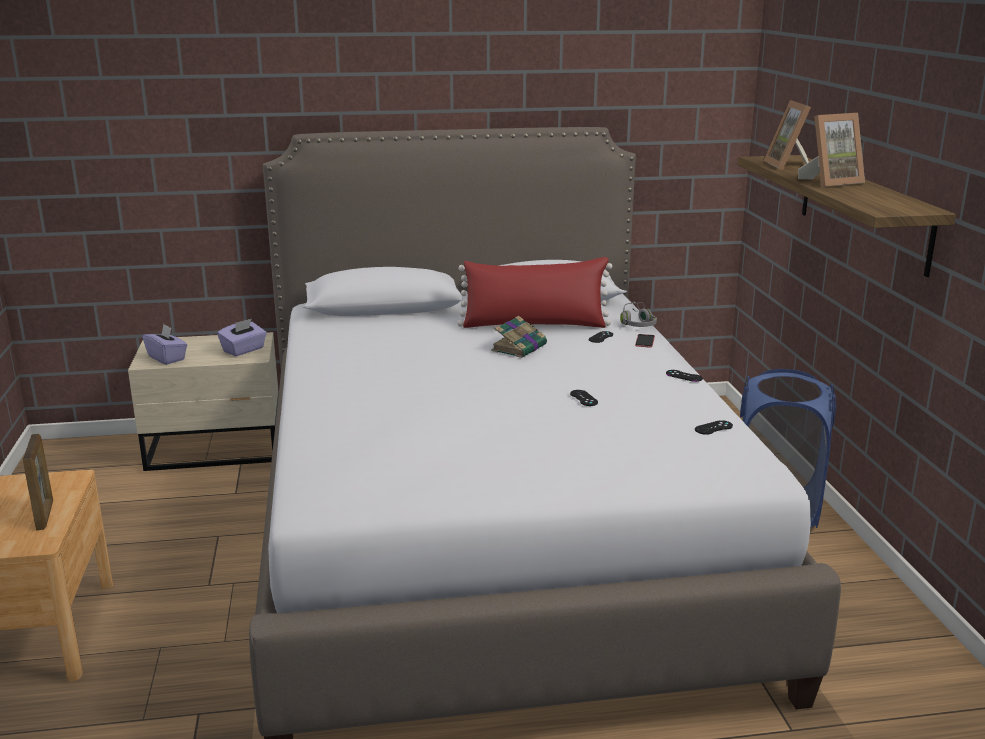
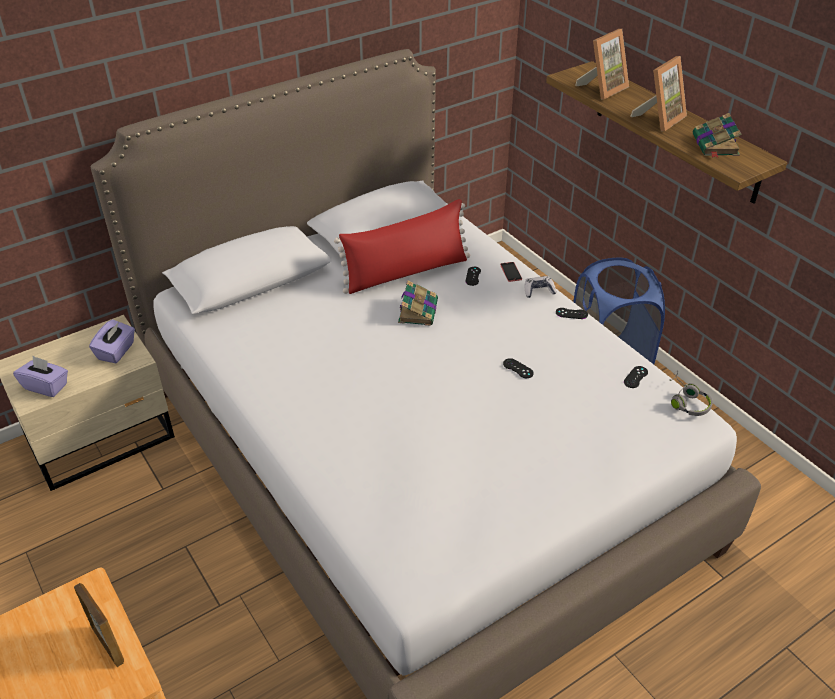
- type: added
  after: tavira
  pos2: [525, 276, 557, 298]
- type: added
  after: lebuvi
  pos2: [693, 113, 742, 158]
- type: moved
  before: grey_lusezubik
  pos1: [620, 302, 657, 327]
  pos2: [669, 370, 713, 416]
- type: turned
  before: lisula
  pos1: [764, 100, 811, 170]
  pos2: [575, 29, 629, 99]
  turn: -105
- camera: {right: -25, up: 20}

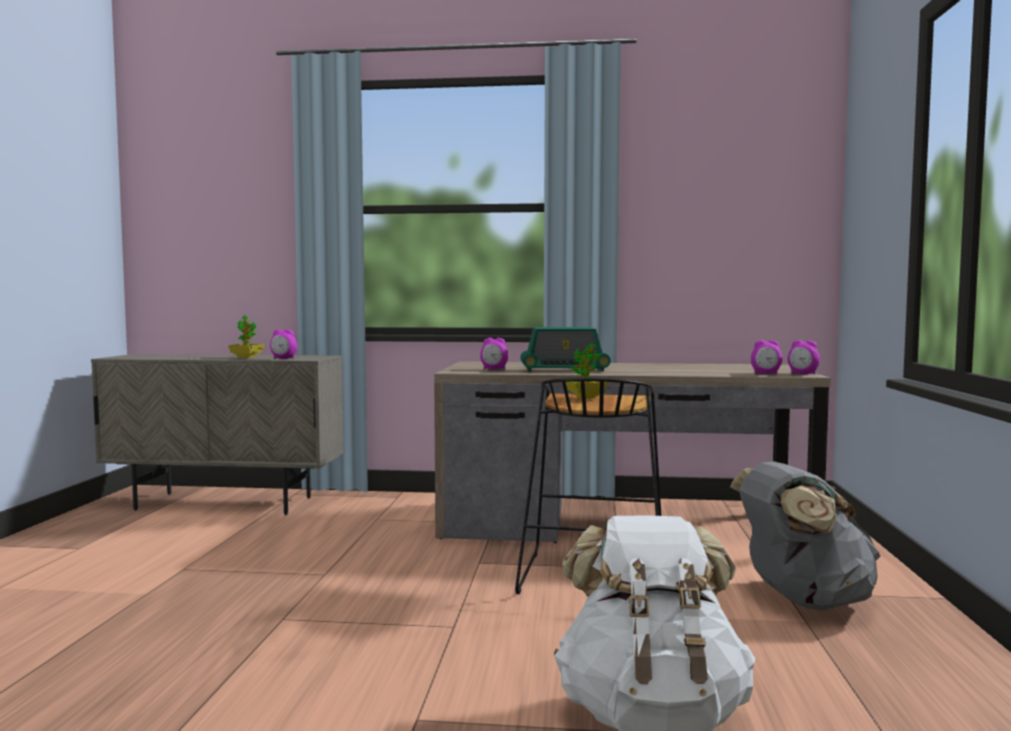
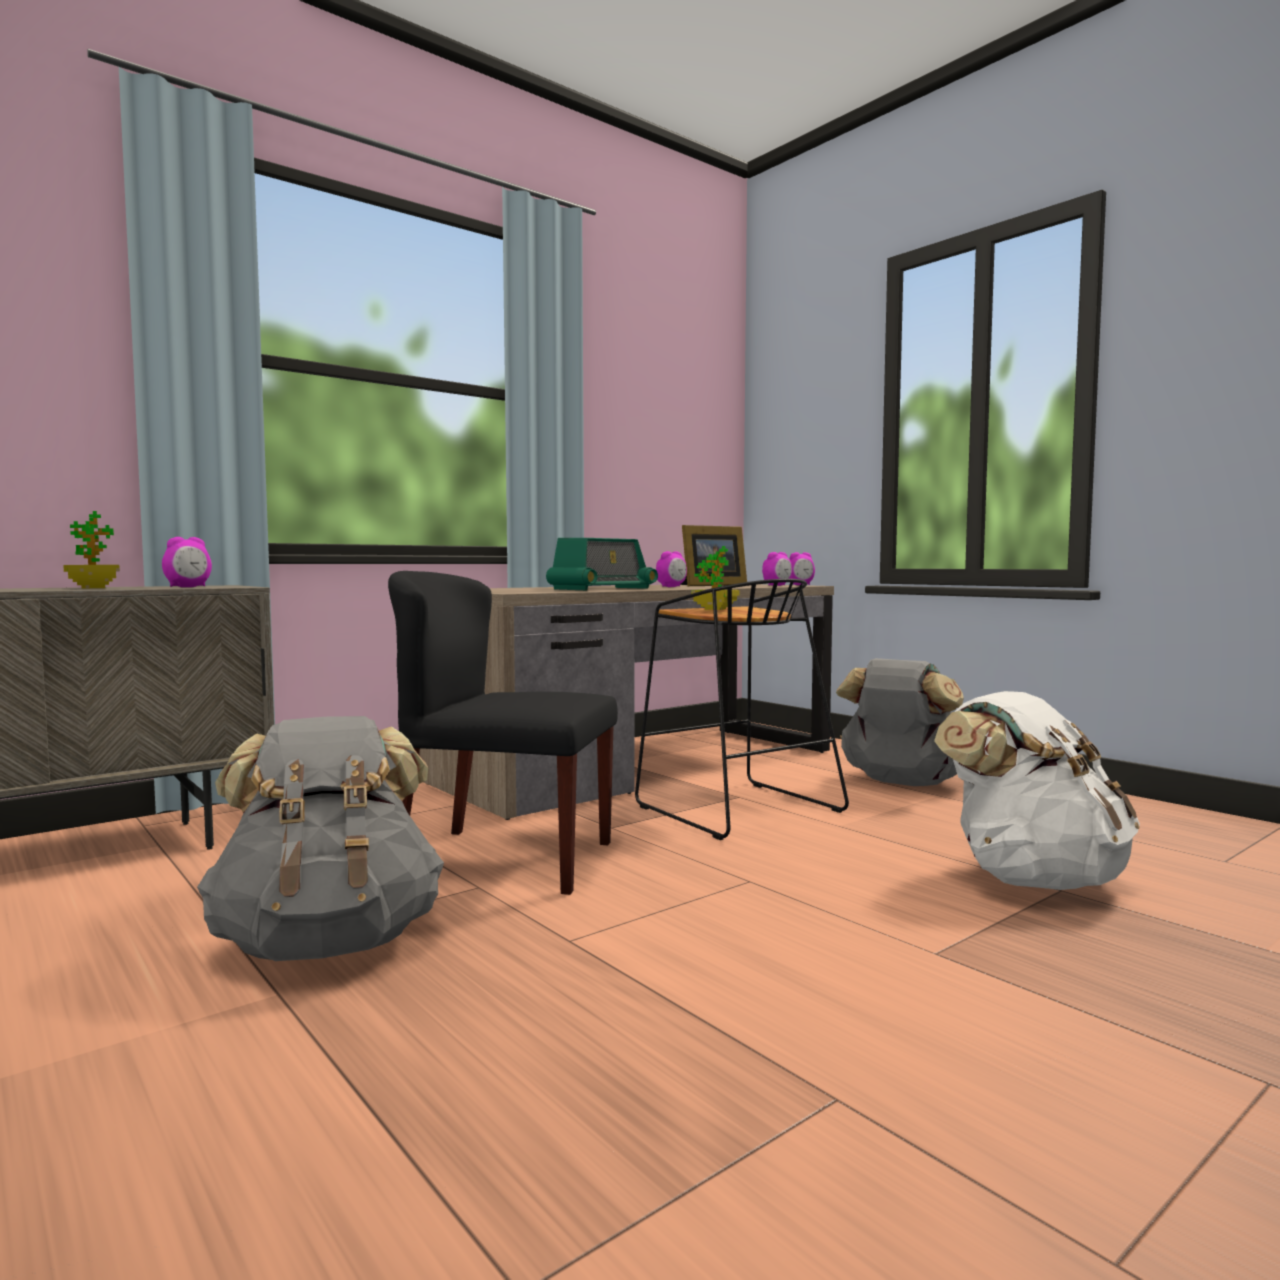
- type: added
  after: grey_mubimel
  pos2: [197, 716, 444, 961]
- type: added
  after: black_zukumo
  pos2: [388, 571, 618, 895]
- type: added
  after: lisula
  pos2: [680, 525, 747, 586]
- type: moved
  before: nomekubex
  pos1: [480, 338, 508, 369]
  pos2: [656, 551, 687, 587]
- camera: {right: -45, up: 0}

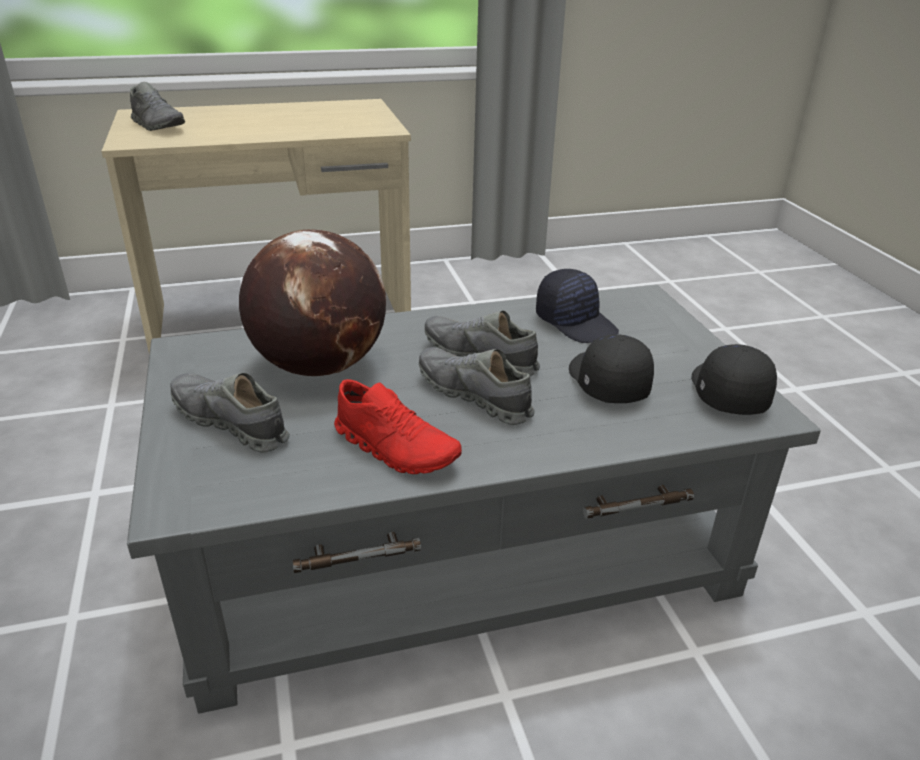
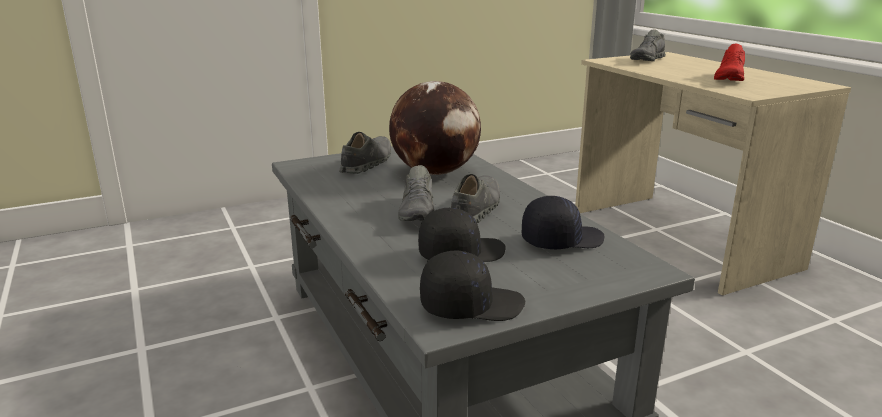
- type: moved
  before: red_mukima
  pos1: [334, 379, 462, 474]
  pos2: [714, 43, 745, 81]
- type: turned
  before: grey_mukima
  pos1: [419, 347, 535, 425]
  pos2: [398, 165, 435, 221]
  turn: 150
- type: turned
  before: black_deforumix
  pos1: [536, 269, 619, 343]
  pos2: [522, 196, 604, 249]
  turn: -150
- camera: {right: 80, up: -10}

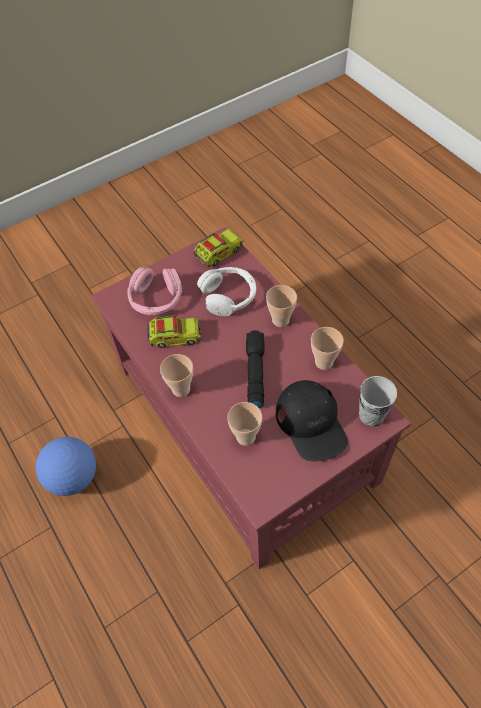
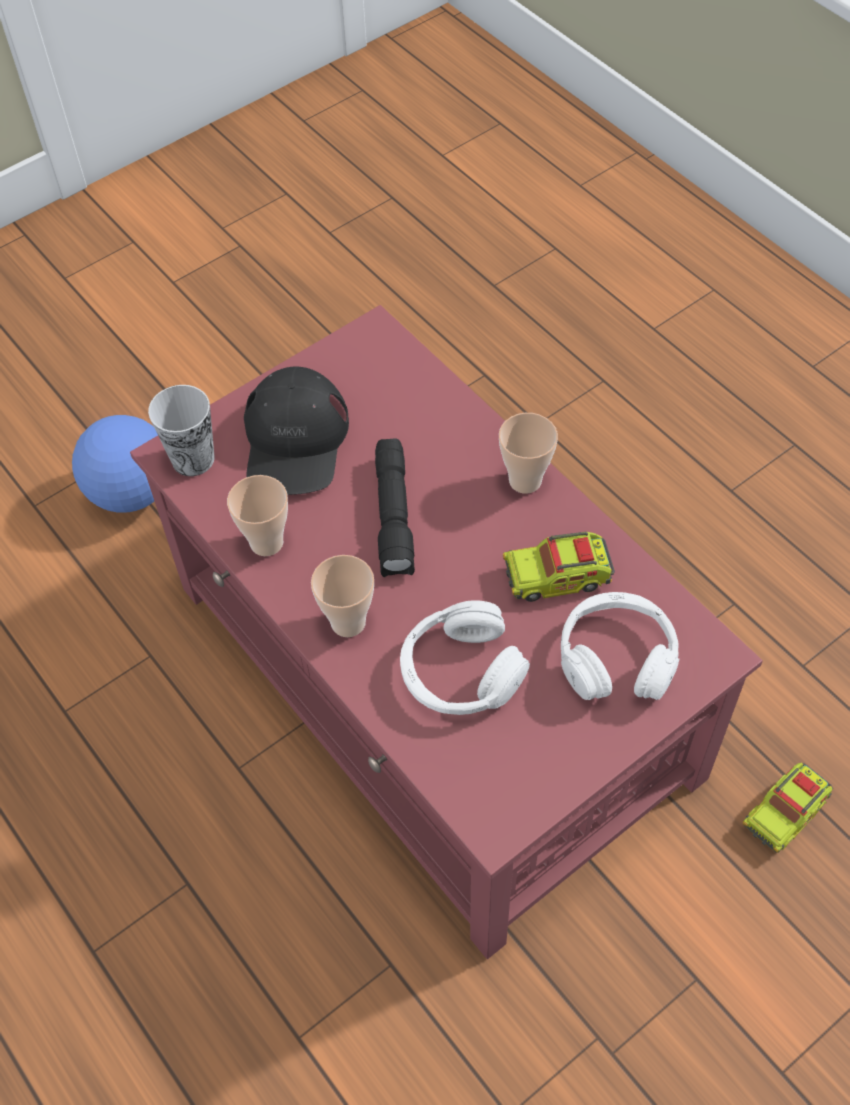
- type: removed
  before: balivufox
  pos1: [227, 402, 262, 446]
- type: moved
  before: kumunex
  pos1: [36, 437, 96, 496]
  pos2: [72, 415, 158, 512]
- type: moved
  before: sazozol
  pos1: [194, 229, 243, 267]
  pos2: [743, 763, 833, 853]
- type: recoloured
  before: pink_lusezubik
  after: white_lusezubik
  pos1: [127, 267, 183, 315]
  pos2: [561, 592, 679, 700]
- type: turned
  before: black_deforumix
  pos1: [276, 380, 348, 461]
  pos2: [244, 367, 349, 495]
  turn: -150
- camera: {right: 175, up: 0}

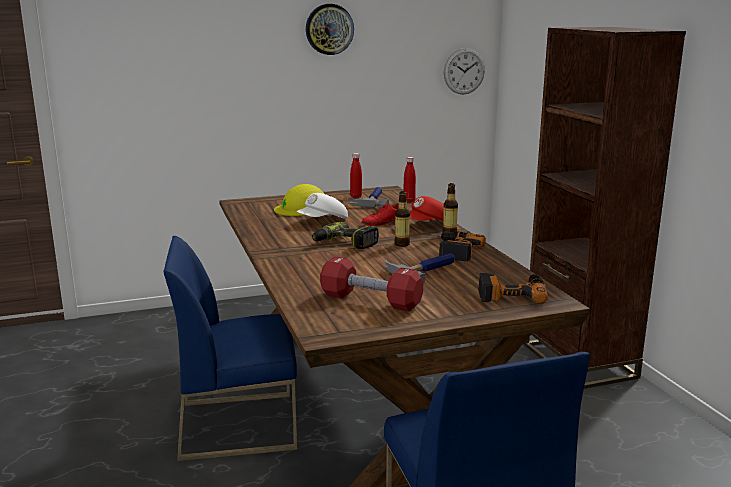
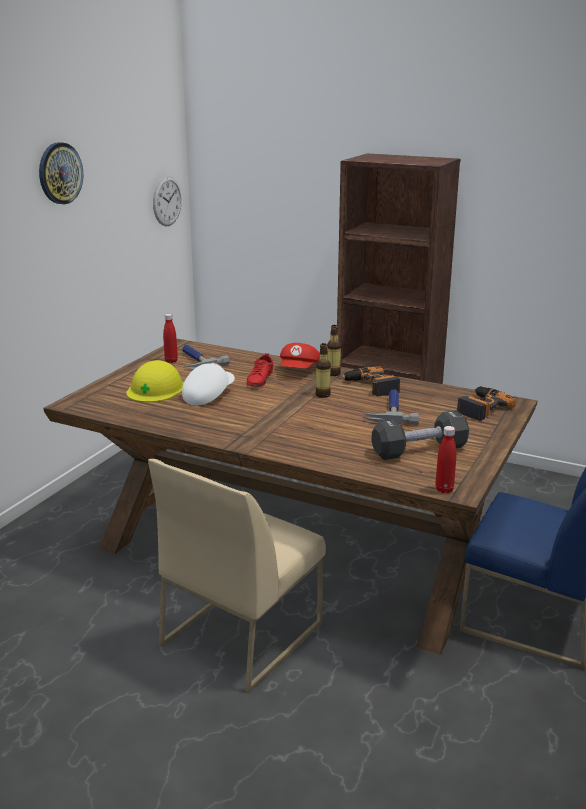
- type: removed
  before: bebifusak
  pos1: [312, 222, 379, 249]
- type: moved
  before: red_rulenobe
  pos1: [403, 157, 416, 203]
  pos2: [435, 426, 456, 493]
- type: recoloured
  before: blue_zukumo
  after: beige_zukumo
  pos1: [163, 236, 297, 461]
  pos2: [148, 459, 326, 693]
- type: recoloured
  before: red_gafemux
  after: black_gafemux
  pos1: [320, 256, 423, 312]
  pos2: [372, 410, 469, 460]
- type: turned
  before: white_deforumix
  pos1: [296, 193, 348, 219]
  pos2: [182, 362, 235, 406]
  turn: -150
- camera: {right: -45, up: 5}

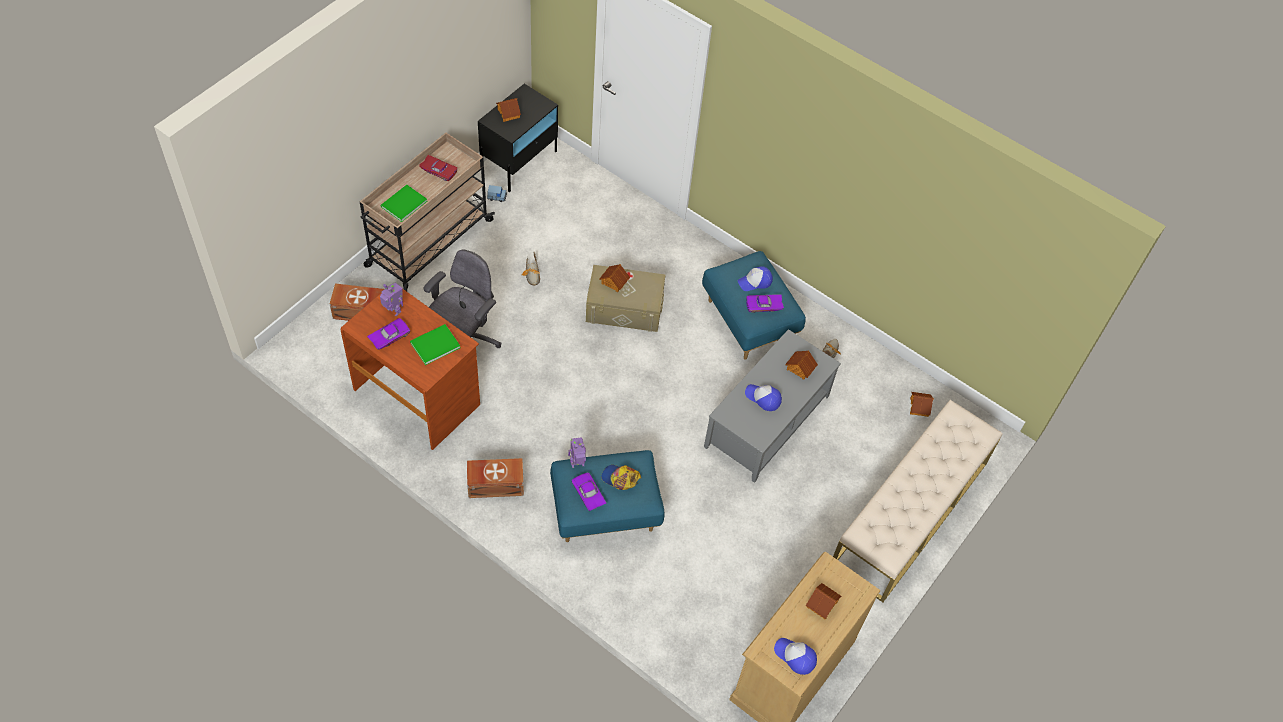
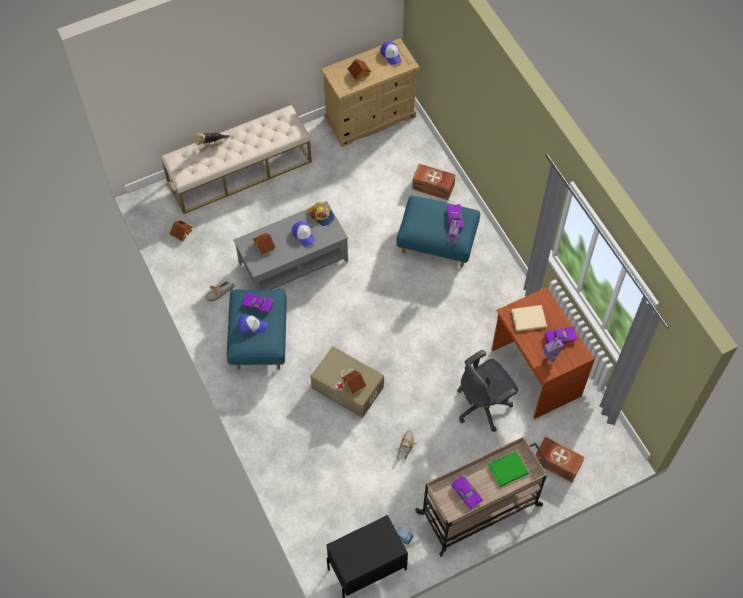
- type: removed
  before: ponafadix
  pos1: [496, 98, 521, 122]
- type: added
  after: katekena
  pos2: [194, 133, 230, 152]
- type: moved
  before: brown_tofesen
  pos1: [467, 458, 524, 498]
  pos2: [412, 164, 455, 200]
- type: moved
  before: deforumix
  pos1: [601, 465, 641, 490]
  pos2: [308, 202, 335, 226]
- type: recoloured
  before: green_lebuvi
  after: beige_lebuvi
  pos1: [410, 324, 460, 365]
  pos2: [511, 305, 547, 332]
- type: recoloured
  before: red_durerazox
  after: purple_durerazox
  pos1: [419, 155, 458, 181]
  pos2: [451, 476, 483, 509]
- camera: {right: -150, up: 5}

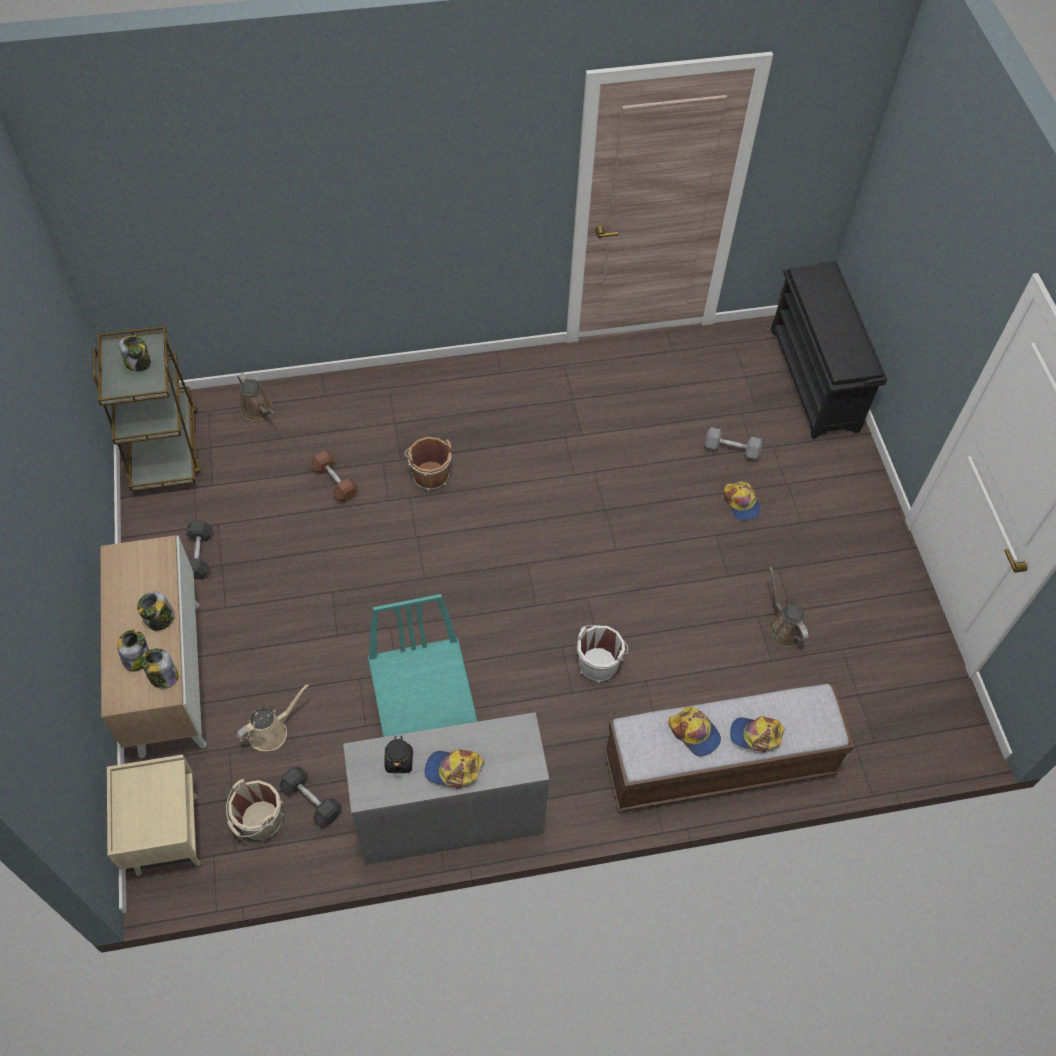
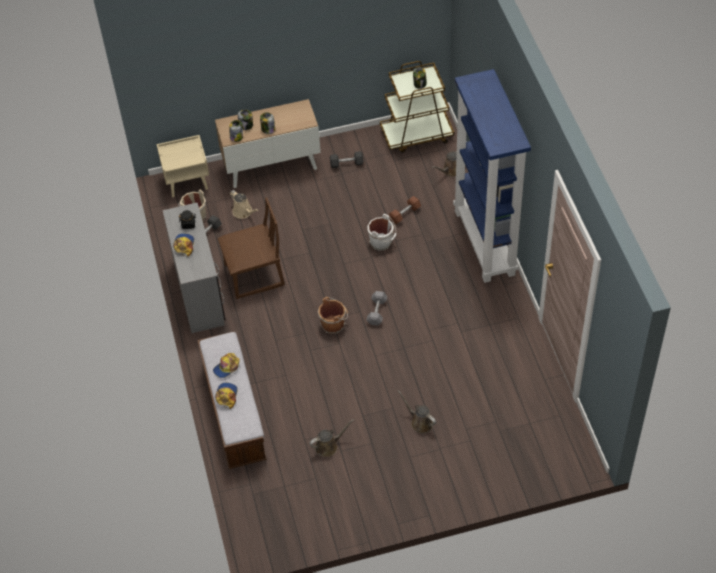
- type: removed
  before: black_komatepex
  pos1: [771, 261, 887, 439]
- type: added
  after: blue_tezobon
  pos2: [453, 69, 531, 283]
- type: moved
  before: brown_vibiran
  pos1: [405, 437, 451, 491]
  pos2: [317, 297, 348, 334]
- type: moved
  before: white_vibiran
  pos1: [577, 625, 628, 683]
  pos2: [367, 214, 397, 251]
- type: moved
  before: grey_gafemux
  pos1: [705, 427, 762, 460]
  pos2: [367, 291, 387, 326]
- type: replaced
  before: deforumix
  after: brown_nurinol
  pos1: [724, 482, 760, 521]
  pos2: [398, 390, 436, 434]
- type: recoloured
  before: turquoise_zukumo
  after: brown_zukumo
  pos1: [368, 594, 477, 737]
  pos2: [217, 197, 285, 299]
- camera: {right: 90, up: -5}

